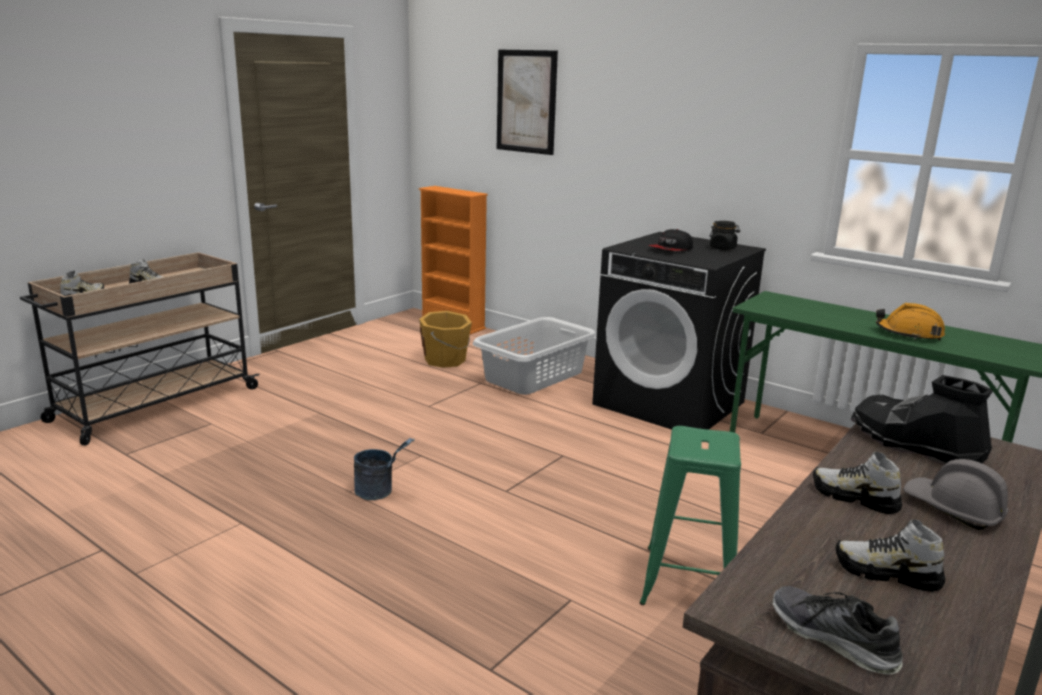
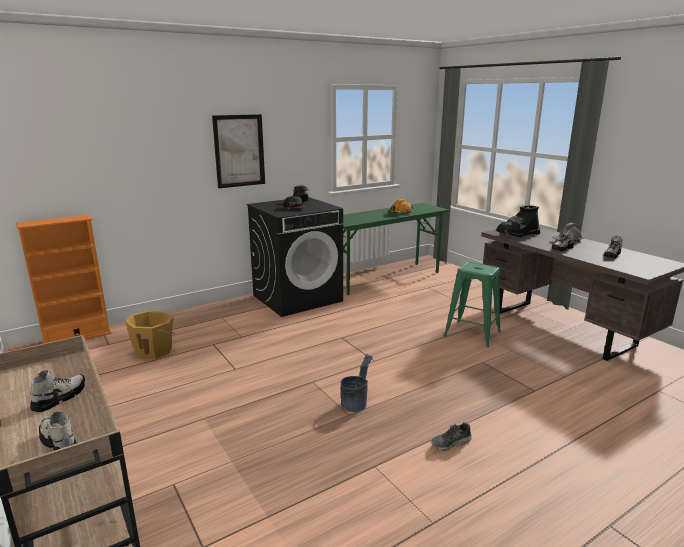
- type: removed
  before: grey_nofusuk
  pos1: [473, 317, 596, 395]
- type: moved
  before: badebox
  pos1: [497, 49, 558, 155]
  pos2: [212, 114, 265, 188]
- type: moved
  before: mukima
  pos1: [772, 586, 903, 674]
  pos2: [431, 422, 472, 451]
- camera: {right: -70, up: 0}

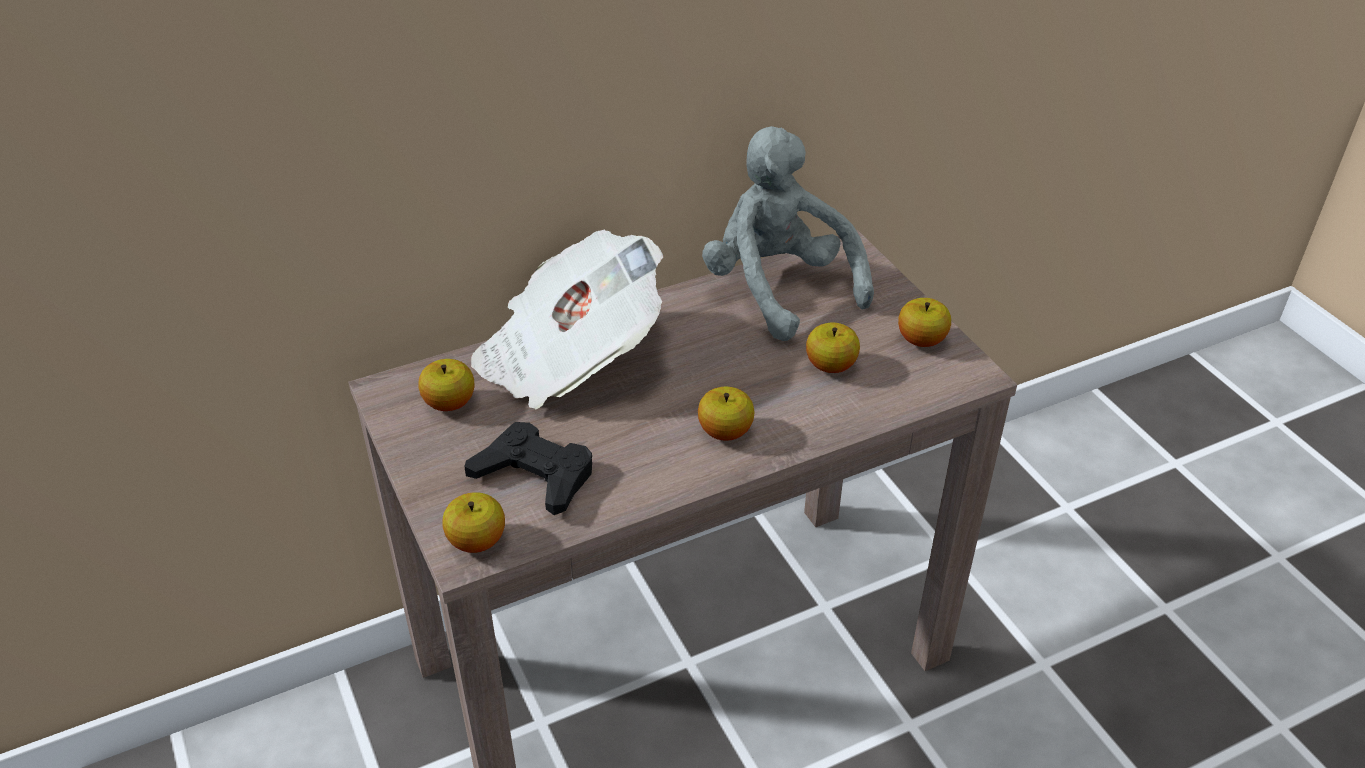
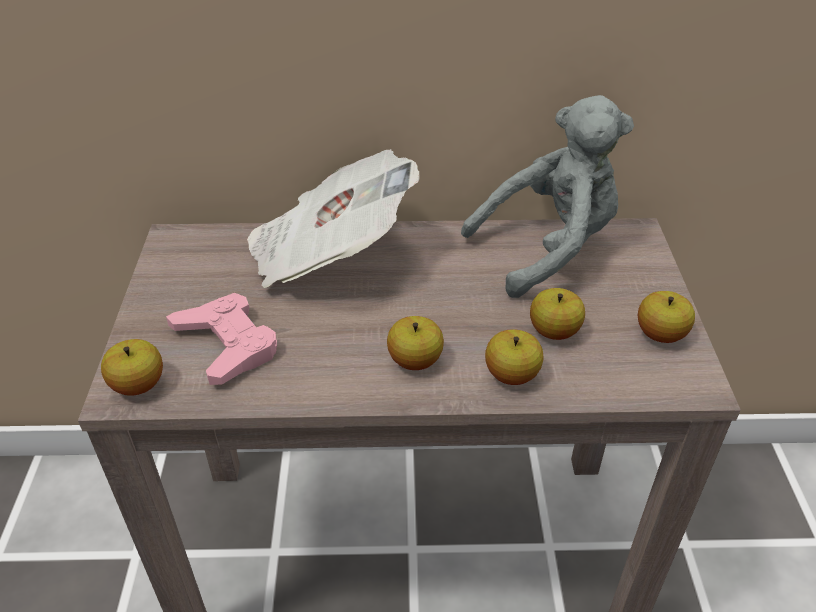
- type: moved
  before: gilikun
  pos1: [418, 359, 475, 411]
  pos2: [485, 329, 544, 385]
- type: recoloured
  before: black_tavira
  after: pink_tavira
  pos1: [464, 422, 592, 515]
  pos2: [166, 293, 277, 385]
- type: turned
  before: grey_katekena
  pos1: [702, 126, 874, 341]
  pos2: [461, 95, 634, 298]
  turn: 75
- camera: {right: 25, up: 0}

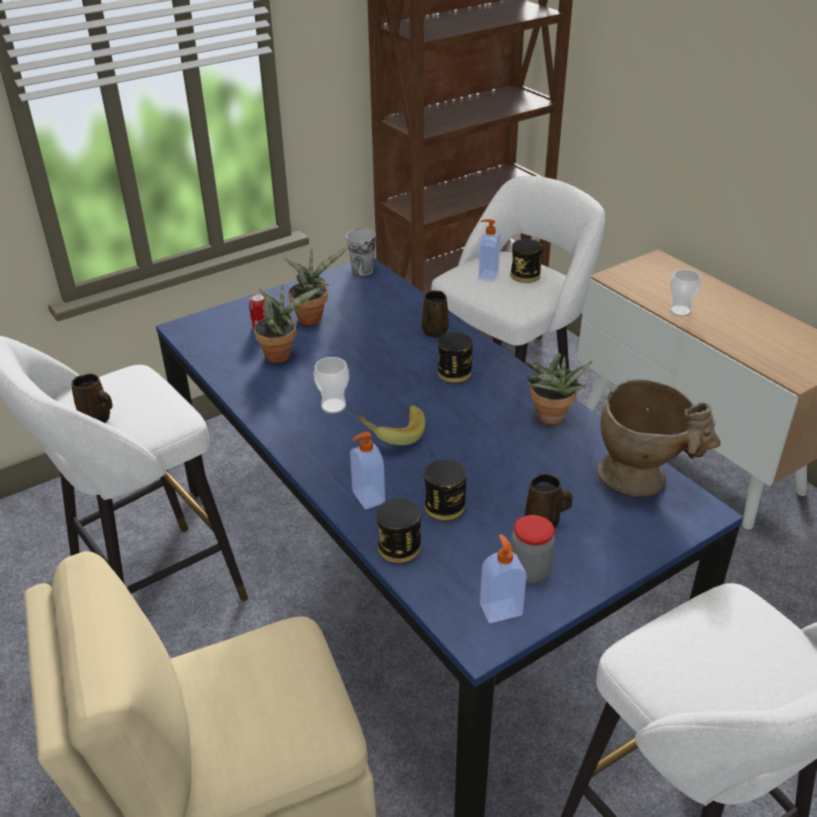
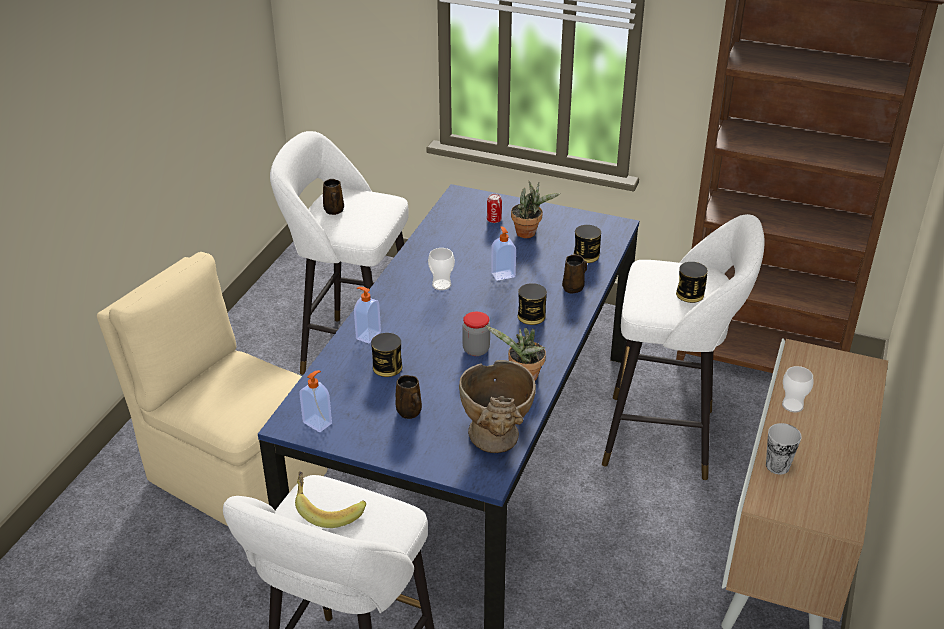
- type: removed
  before: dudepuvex
  pos1: [254, 284, 320, 363]
- type: moved
  before: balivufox
  pos1: [346, 228, 376, 276]
  pos2: [766, 423, 802, 475]
- type: moved
  before: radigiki
  pos1: [355, 405, 425, 445]
  pos2: [295, 471, 366, 528]
- type: moved
  before: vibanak
  pos1: [376, 498, 421, 563]
  pos2: [573, 225, 601, 263]
- type: moved
  before: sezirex
  pos1: [478, 219, 501, 282]
  pos2: [491, 227, 516, 281]
- type: moved
  before: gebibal
  pos1: [511, 515, 555, 583]
  pos2: [462, 312, 490, 356]
- camera: {right: 55, up: 0}

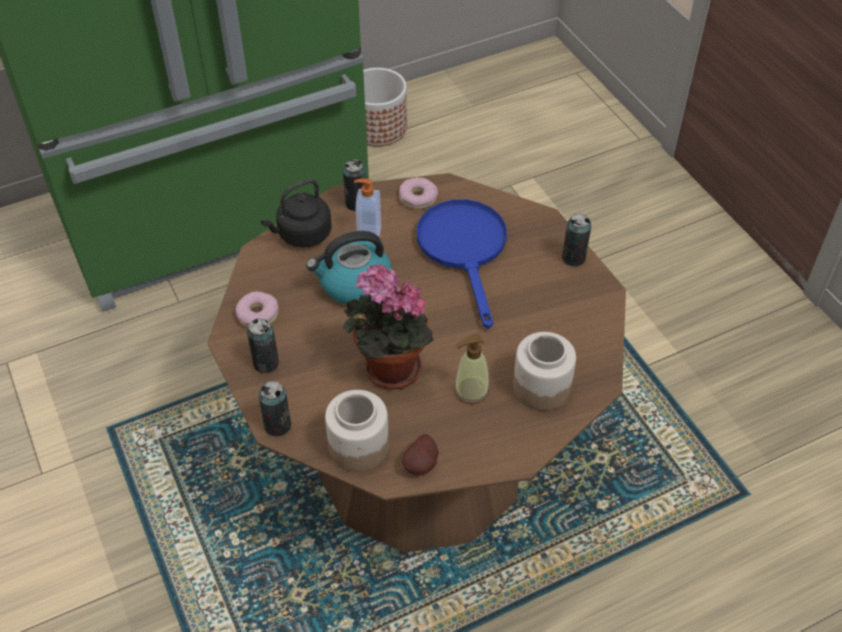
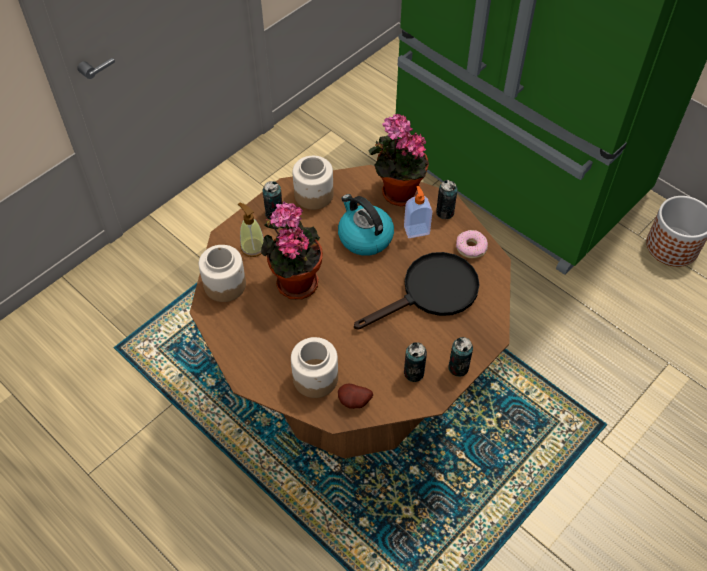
- type: moved
  before: vibanak
  pos1: [258, 381, 291, 436]
  pos2: [404, 343, 427, 382]
- type: moved
  before: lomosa
  pos1: [402, 434, 439, 475]
  pos2: [338, 384, 373, 409]
- type: moved
  before: sezirex
  pos1: [454, 334, 490, 404]
  pos2: [238, 203, 264, 257]
- type: replaced
  before: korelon
  after: gebibal
  pos1: [236, 291, 279, 327]
  pos2: [292, 156, 334, 210]
- type: replaced
  before: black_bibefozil
  after: dudepuvex
  pos1: [261, 179, 332, 247]
  pos2: [368, 114, 429, 206]
- type: recoloured
  before: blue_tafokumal
  after: black_tafokumal
  pos1: [417, 199, 507, 329]
  pos2: [354, 252, 480, 330]
- camera: {right: 70, up: 5}

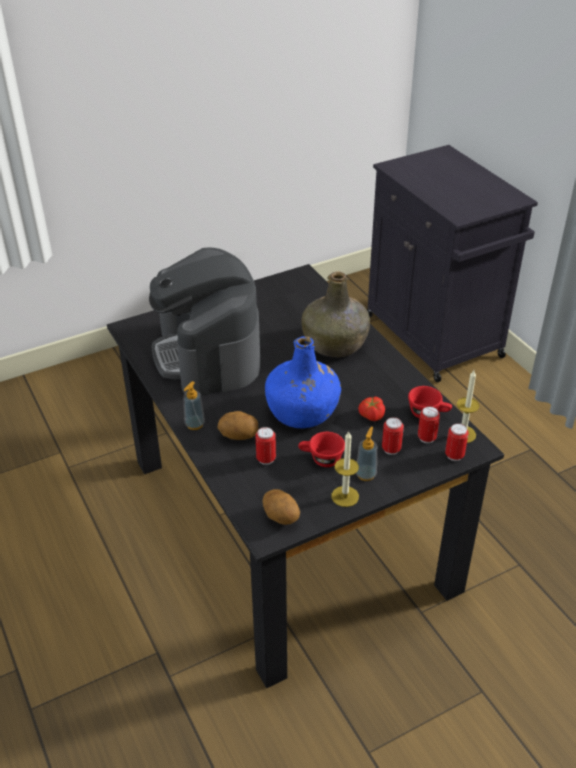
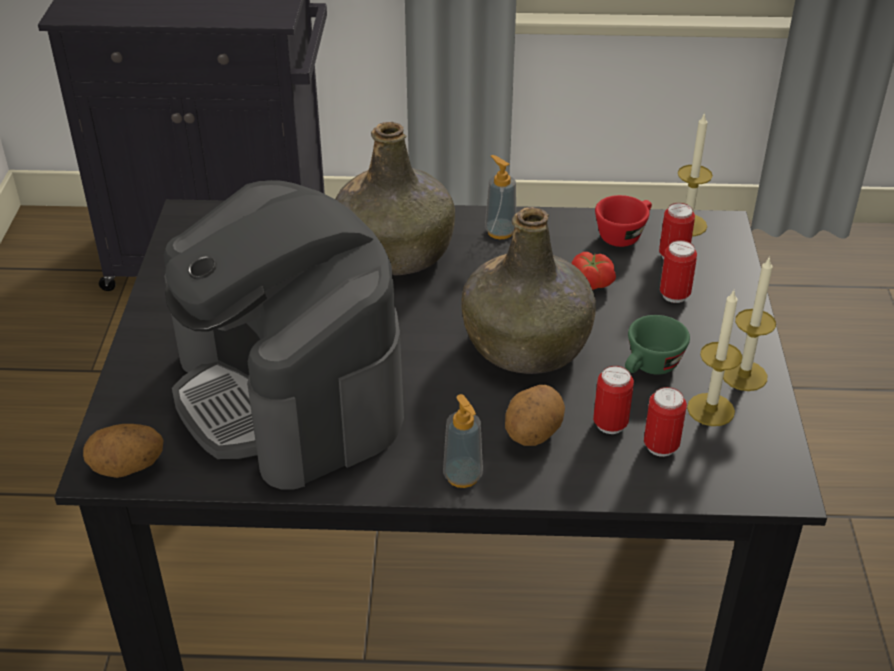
- type: added
  after: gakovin
  pos2: [687, 290, 743, 426]
- type: moved
  before: lomosa
  pos1: [263, 489, 300, 525]
  pos2: [83, 424, 164, 478]
- type: moved
  before: sezirex
  pos1: [356, 427, 377, 481]
  pos2: [485, 155, 516, 239]
- type: moved
  before: vibanak
  pos1: [445, 423, 469, 461]
  pos2: [644, 387, 687, 457]
- type: recoloured
  before: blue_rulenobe
  after: green_rulenobe
  pos1: [265, 336, 341, 428]
  pos2: [462, 207, 596, 374]
- type: recoloured
  before: red_balivufox
  after: green_balivufox
  pos1: [298, 432, 345, 467]
  pos2: [625, 315, 690, 375]
- type: turned
  before: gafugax
  pos1: [149, 247, 260, 395]
  pos2: [163, 180, 404, 490]
  turn: 45
- camera: {right: -60, up: 0}

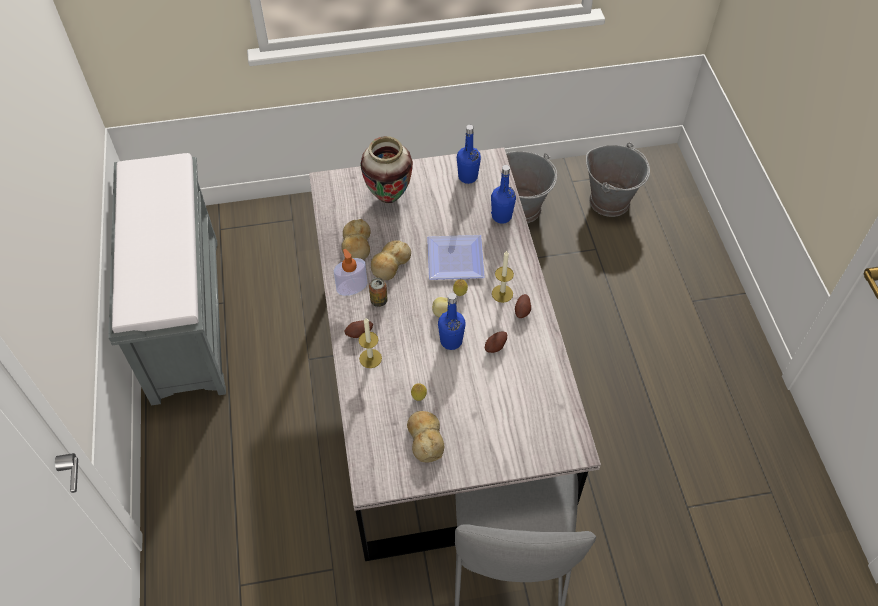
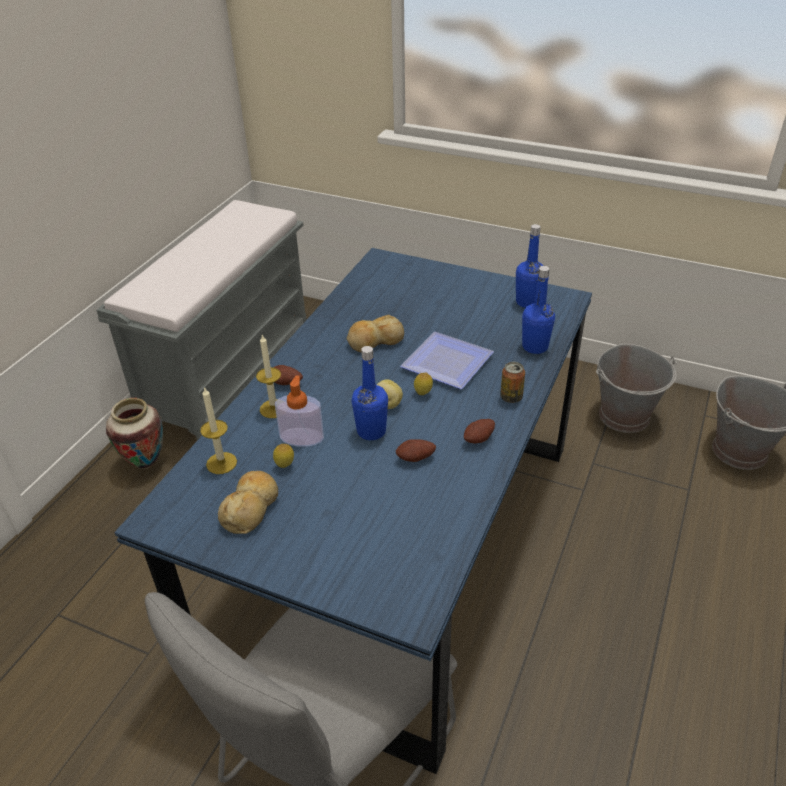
- type: removed
  before: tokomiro
  pos1: [342, 219, 371, 260]
- type: moved
  before: sezirex
  pos1: [334, 249, 367, 296]
  pos2: [275, 376, 324, 447]
- type: moved
  before: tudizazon
  pos1: [360, 136, 413, 204]
  pos2: [106, 398, 163, 469]
- type: moved
  before: vibanak
  pos1: [369, 278, 388, 307]
  pos2: [500, 362, 525, 403]
- type: moved
  before: gakovin
  pos1: [492, 251, 514, 303]
  pos2: [200, 387, 237, 474]
- type: recoloured
  before: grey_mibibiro
  after: blue_mibibiro
  pos1: [309, 148, 601, 561]
  pos2: [114, 248, 592, 774]
- camera: {right: 35, up: -15}

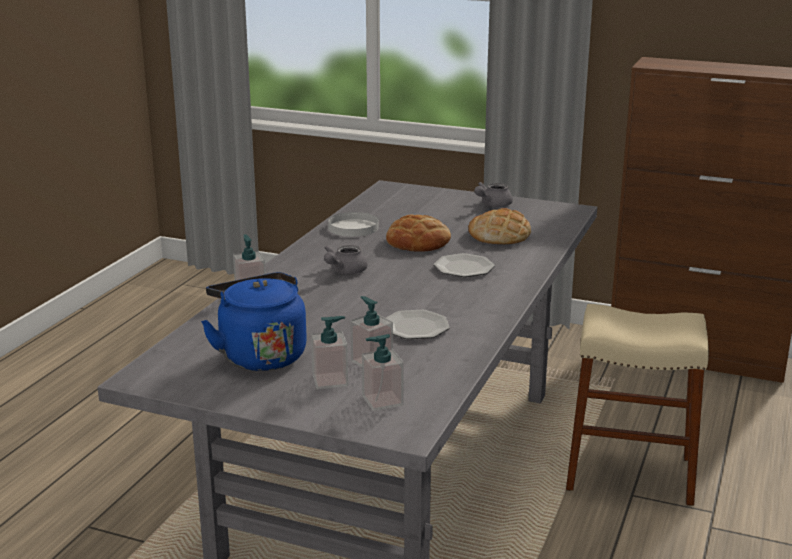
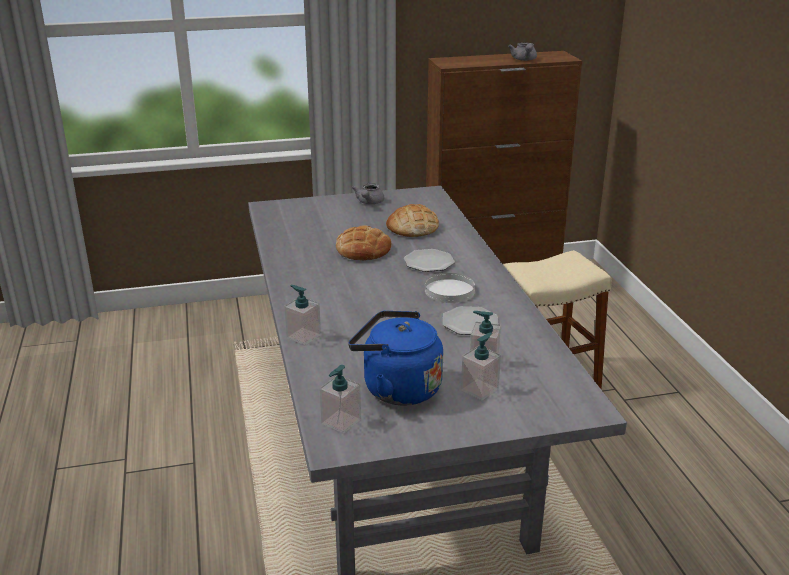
- type: moved
  before: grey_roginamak
  pos1: [324, 245, 367, 274]
  pos2: [508, 42, 537, 61]
- type: moved
  before: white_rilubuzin
  pos1: [328, 212, 379, 237]
  pos2: [425, 273, 475, 303]
- type: moved
  before: sezirex
  pos1: [362, 334, 404, 411]
  pos2: [320, 365, 361, 434]
- camera: {right: -35, up: 5}

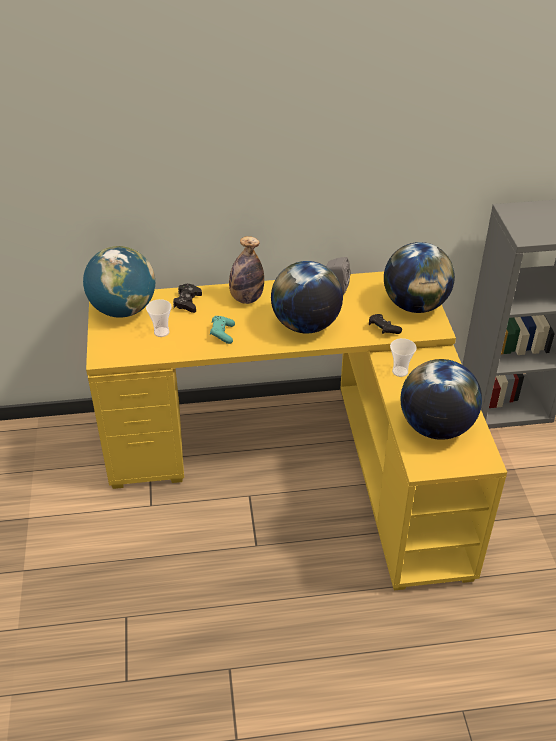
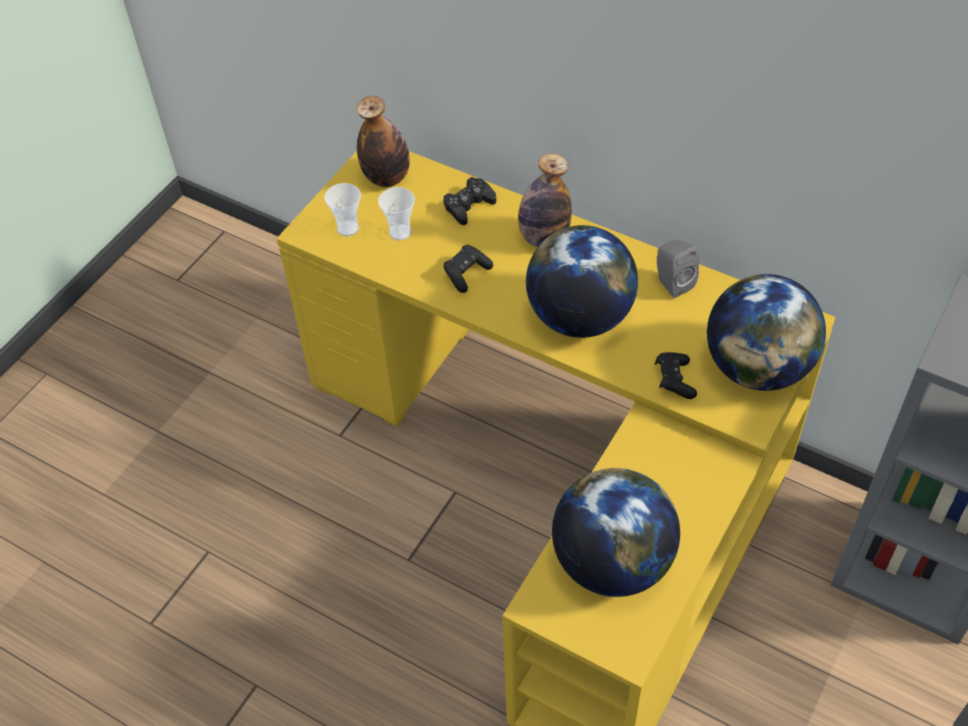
- type: moved
  before: balivufox
  pos1: [390, 338, 417, 377]
  pos2: [324, 183, 361, 236]
- type: replaced
  before: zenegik
  after: rulenobe
  pos1: [83, 246, 155, 318]
  pos2: [357, 96, 410, 187]
- type: recoloured
  before: turquoise_tavira
  after: black_tavira
  pos1: [210, 316, 235, 344]
  pos2: [443, 245, 493, 293]
- camera: {right: 40, up: 10}

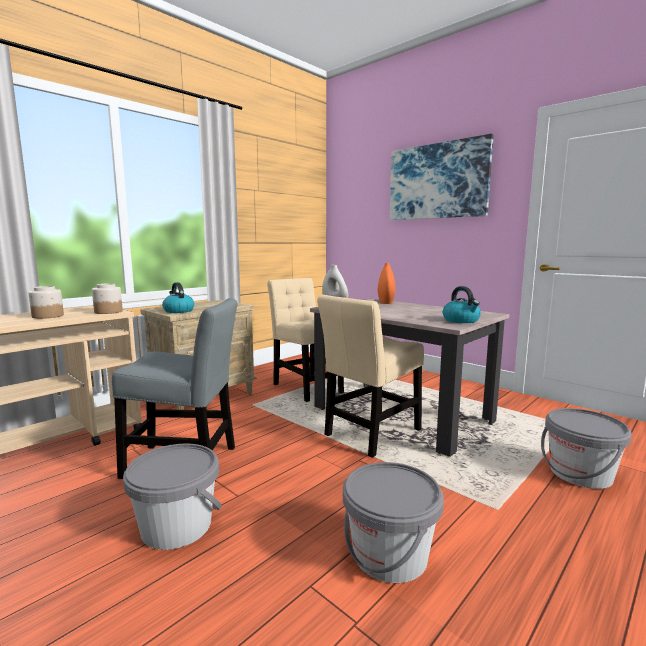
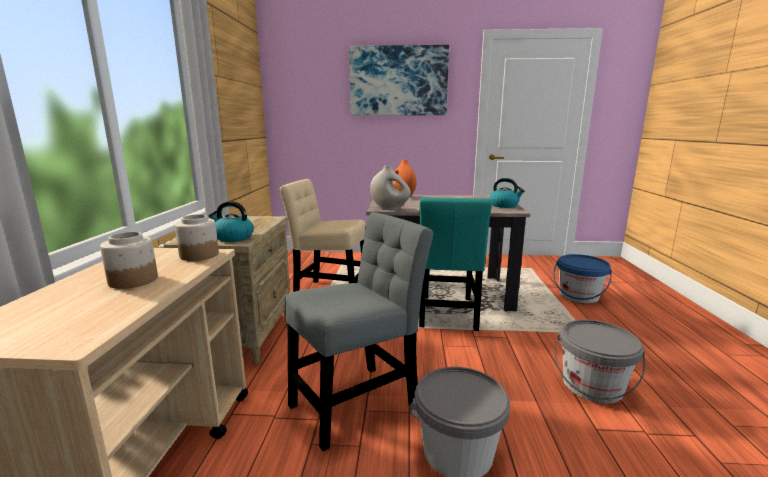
- type: recoloured
  before: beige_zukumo
  after: turquoise_zukumo
  pos1: [317, 295, 424, 458]
  pos2: [419, 197, 492, 331]
- type: recoloured
  before: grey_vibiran
  after: blue_vibiran
  pos1: [541, 408, 632, 489]
  pos2: [553, 254, 612, 303]
- camera: {right: -40, up: 5}

